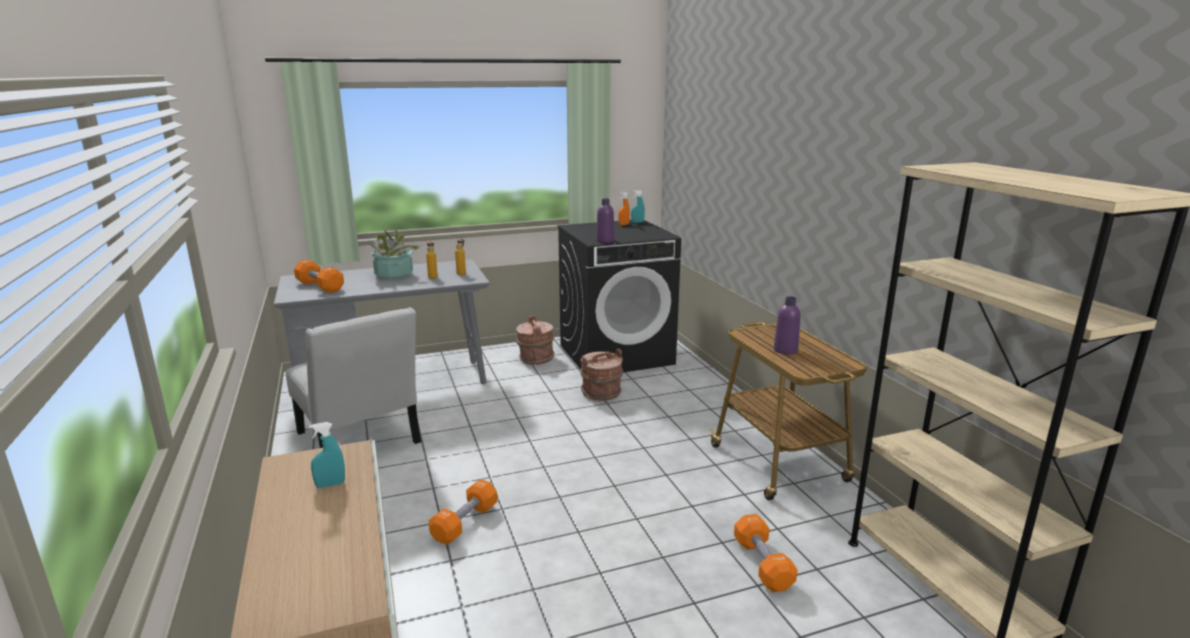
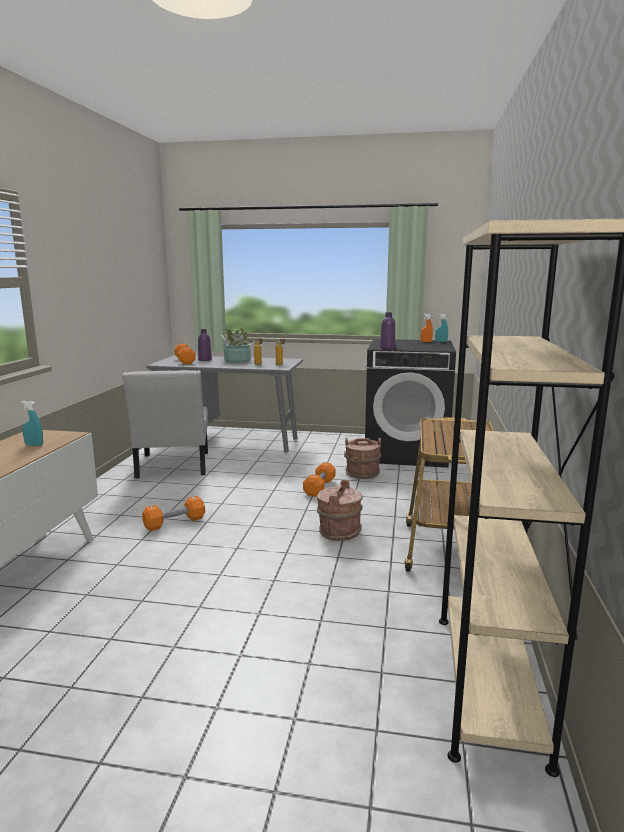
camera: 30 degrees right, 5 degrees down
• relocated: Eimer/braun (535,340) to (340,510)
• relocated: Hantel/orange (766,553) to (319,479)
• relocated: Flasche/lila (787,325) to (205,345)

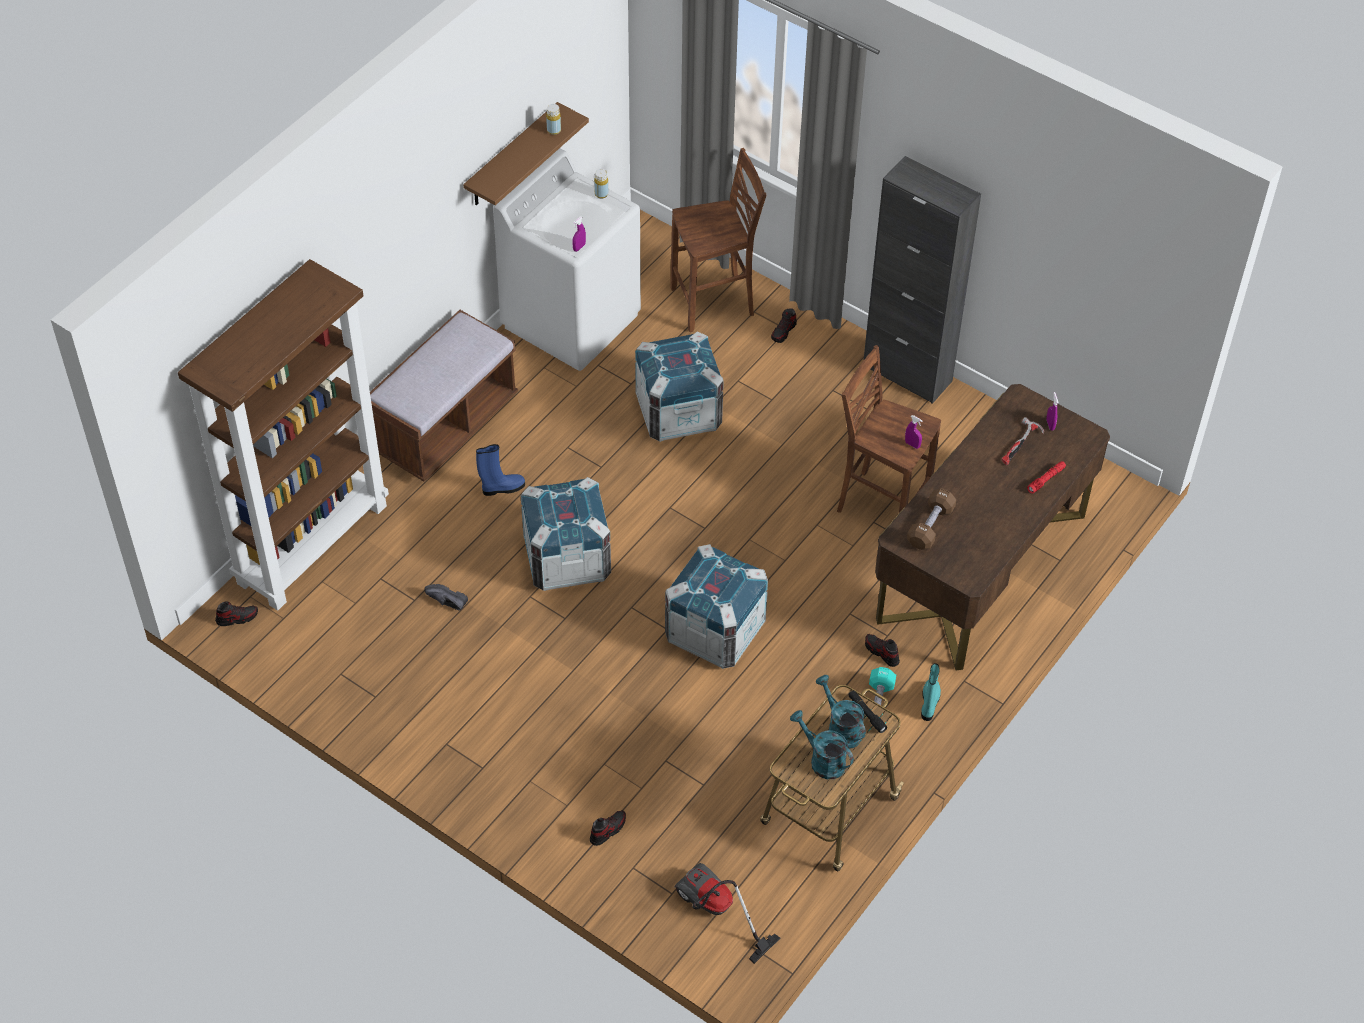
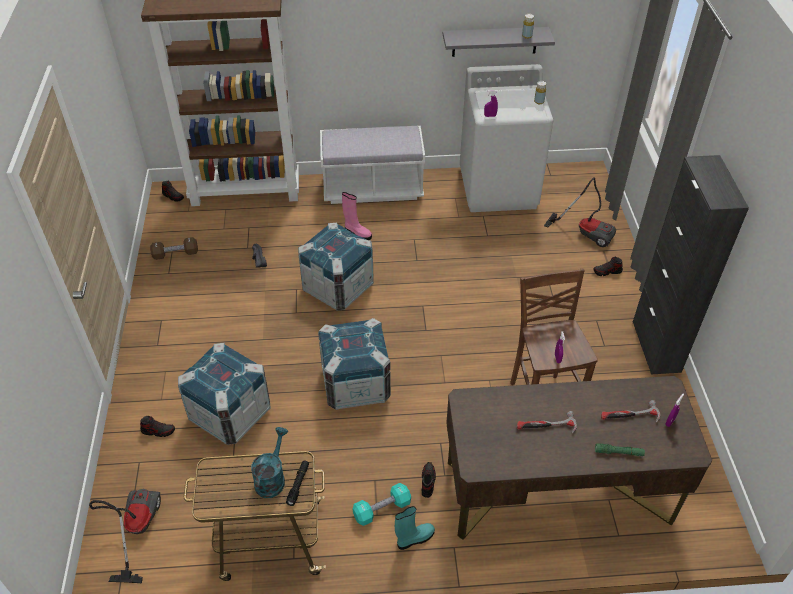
camera: 50 degrees right, 5 degrees down
• missing: Gießkanne/türkis (822,744)
• appeared: Hammer (547,422)
• relocated: Kiste (679,386) to (224,393)
• relocated: Hantel/braun (931,519) to (174,248)
• exchanged: Hocker/braun (718,240) to Staubsauger (580,212)
• colour: Bank/braun (444,396) to Bank/weiß (372,165)
• colour: Wandregal/braun (526,153) to Wandregal/grau (499,42)
• colour: Stiefel/blau (500,470) to Stiefel/rosa (357,216)
• colour: Taschenlampe/rot (1046,477) to Taschenlampe/grün (620,449)

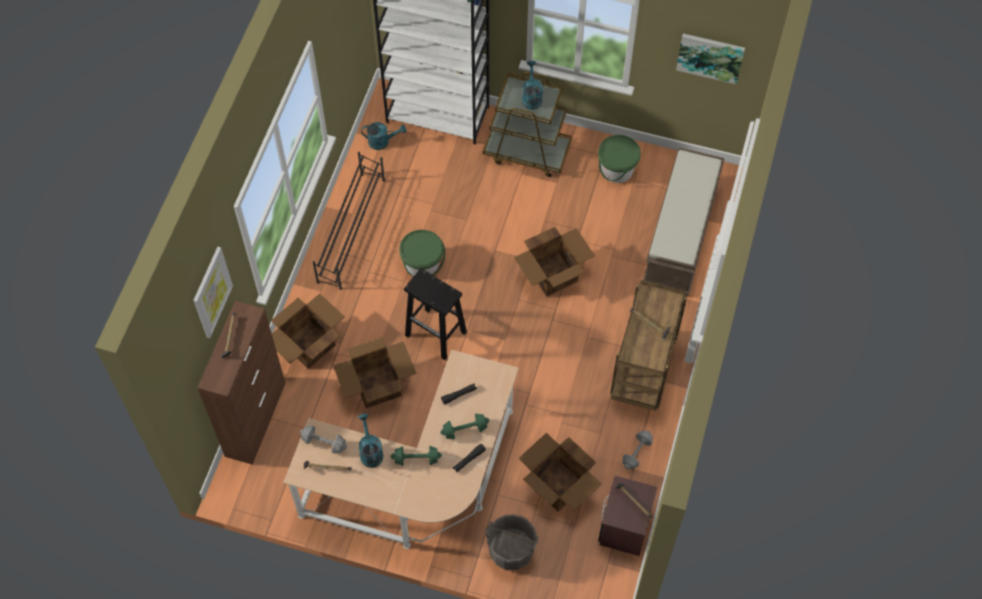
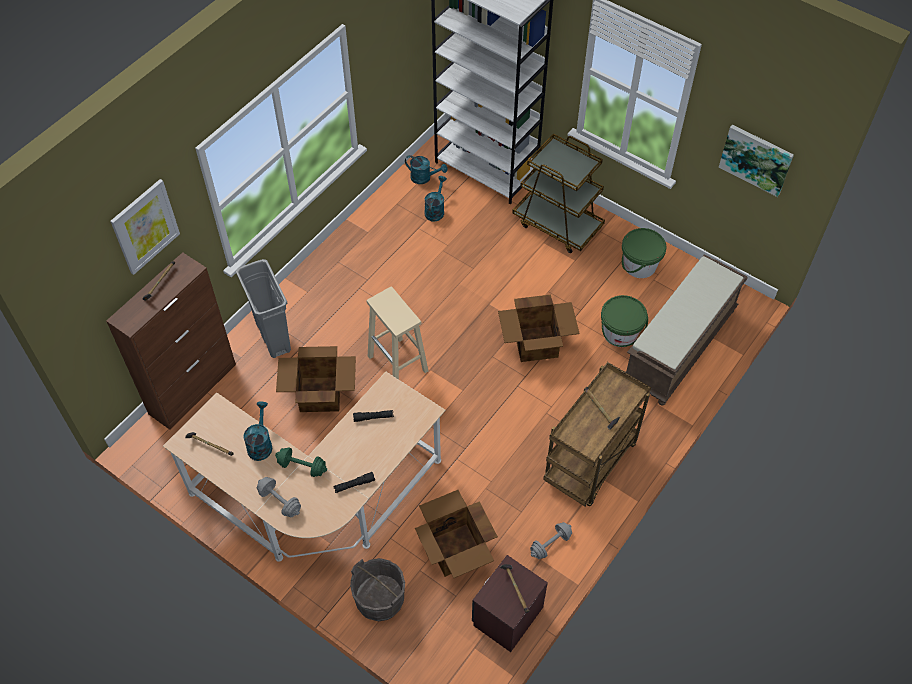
camera: 20 degrees right, 5 degrees down
• missing: Schuhregal/schwarz (349,221)
• missing: Hantel/grün (464,426)
• relocated: Hantel/grau (323,440) to (279,497)
• relocated: Eimer/grün (422,253) to (624,321)
• relocated: Gießkanne/türkis (532,85) to (436,199)
• exchanged: Karton (308,331) to Mülleimer/grau (263,308)
• colour: Hocker/schwarz (435,314) to Hocker/beige (397,333)

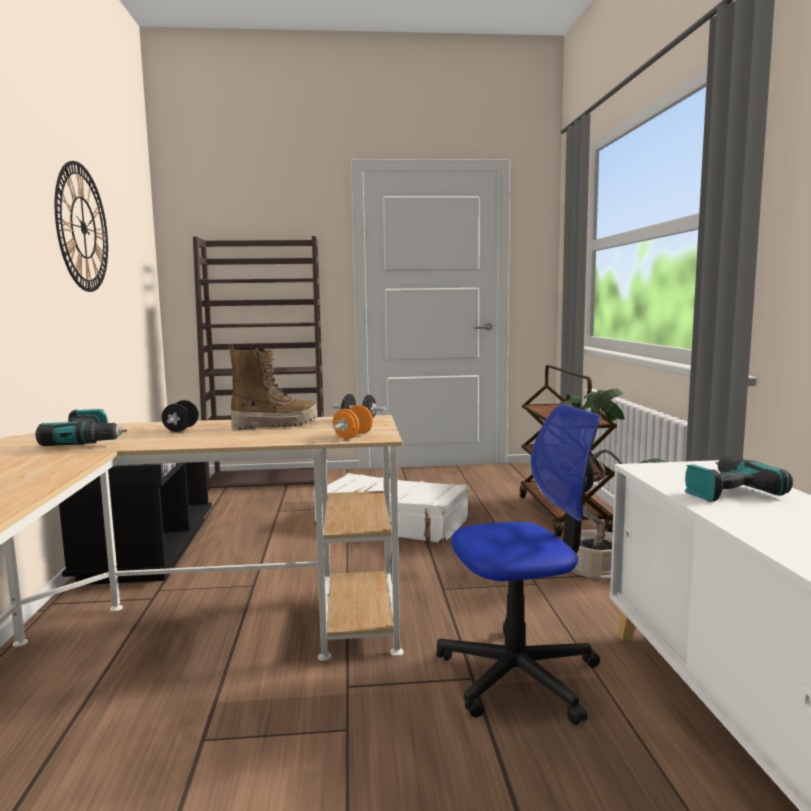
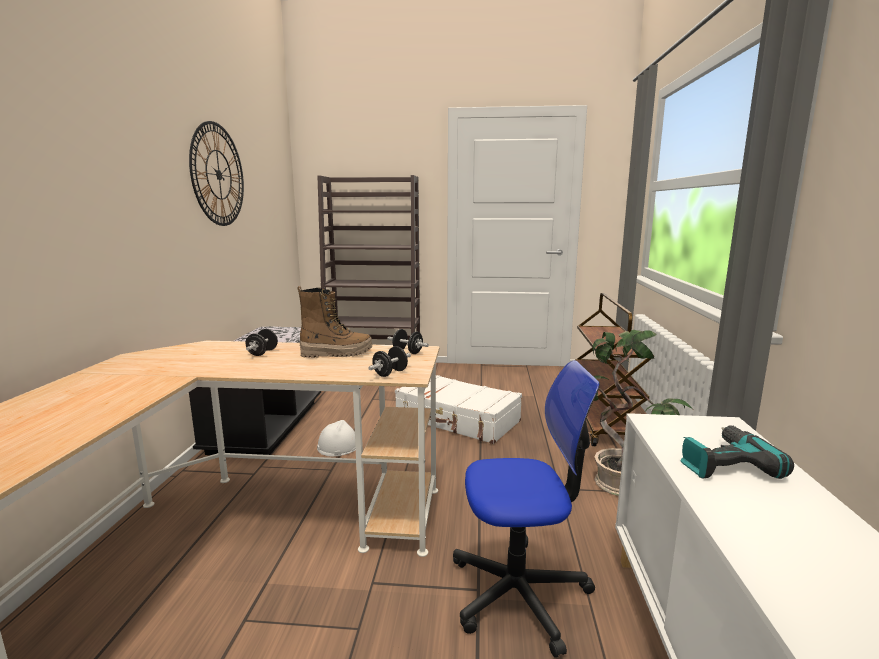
camera: 10 degrees right, 5 degrees up
• missing: Bohrmaschine (81,427)
• appeared: Schutzhelm/weiß (336,438)
• colour: Hantel/orange (353,422) to Hantel/schwarz (389,361)

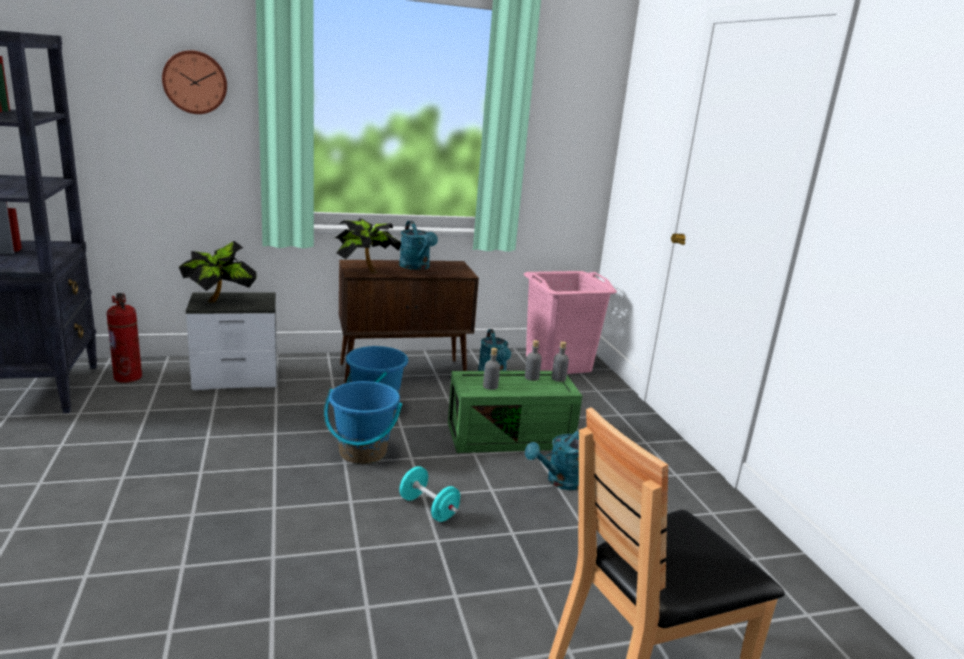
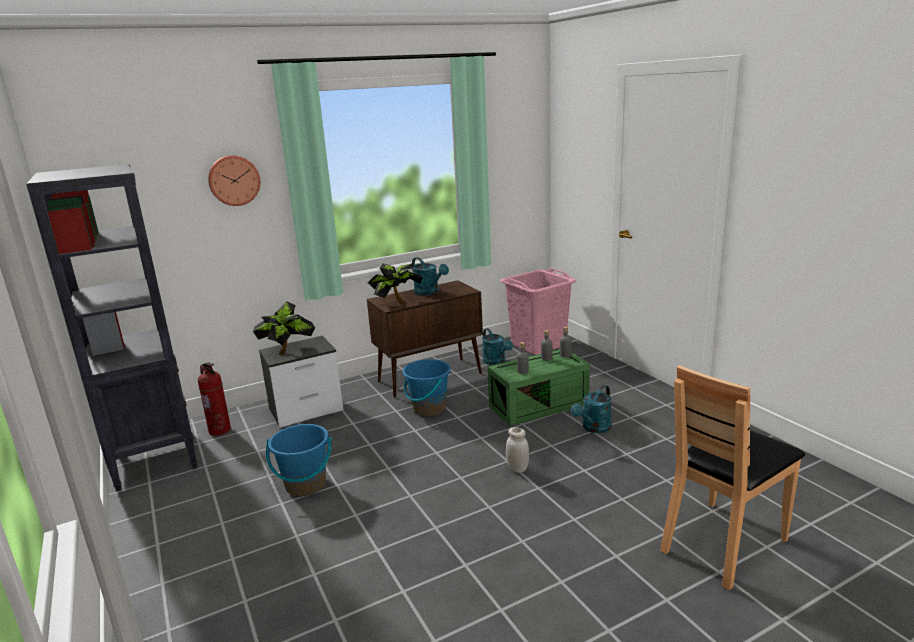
camera: 10 degrees left, 0 degrees up
• relocated: Eimer/blau (363,422) to (299,460)
• exchanged: Hantel/türkis (429,494) to Vorratsglas/weiß (517,450)

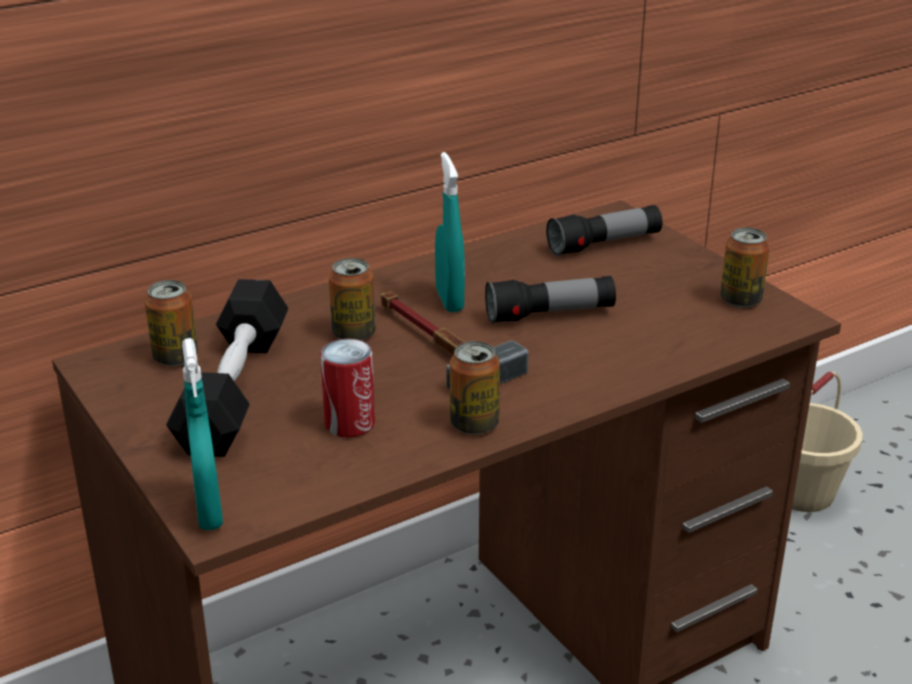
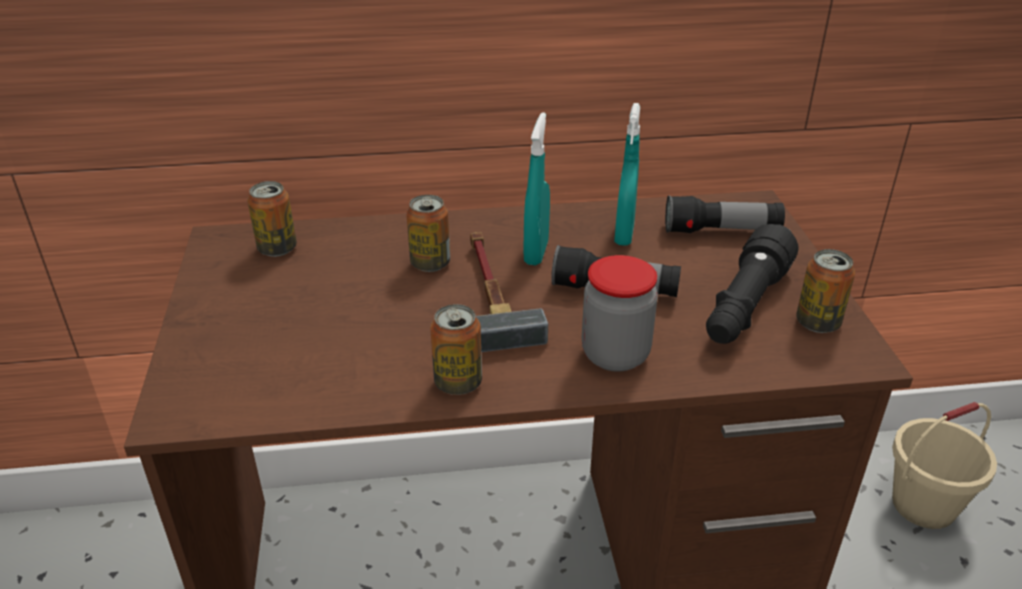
camera: 25 degrees right, 5 degrees up
• missing: Hantel/schwarz (227,368)
• missing: Dose (347,388)
• appeared: Vorratsglas (620,313)
• appeared: Taschenlampe/schwarz (752,284)
• relocated: Sprühflasche/türkis (202,434) to (627,174)

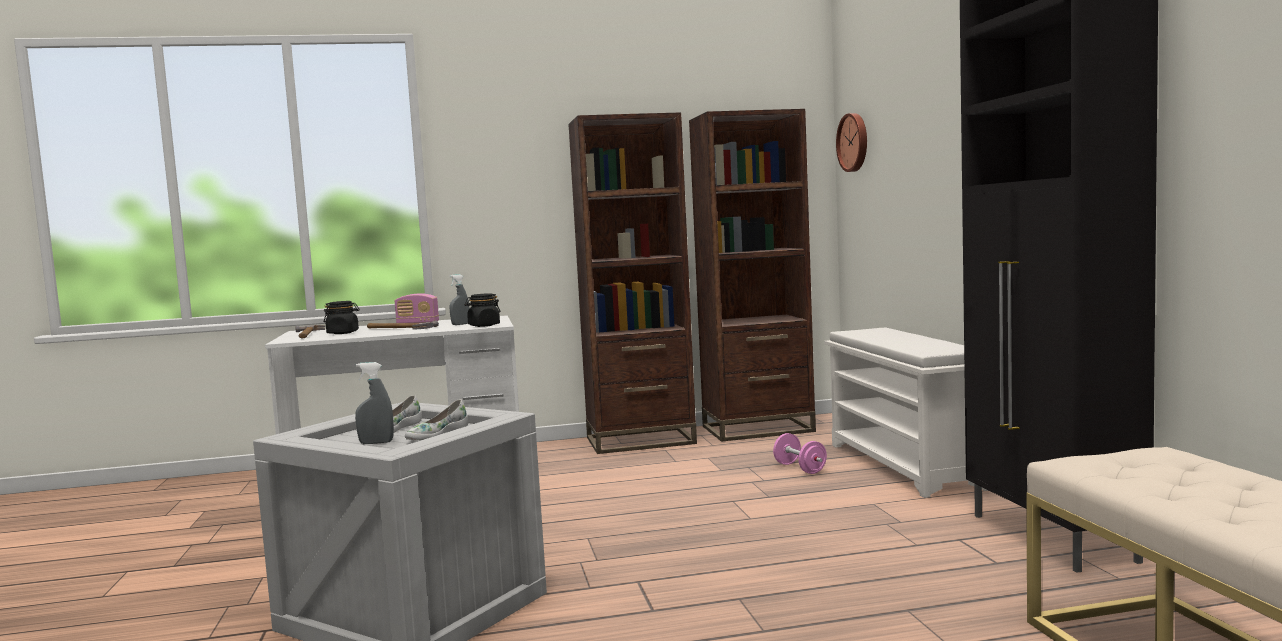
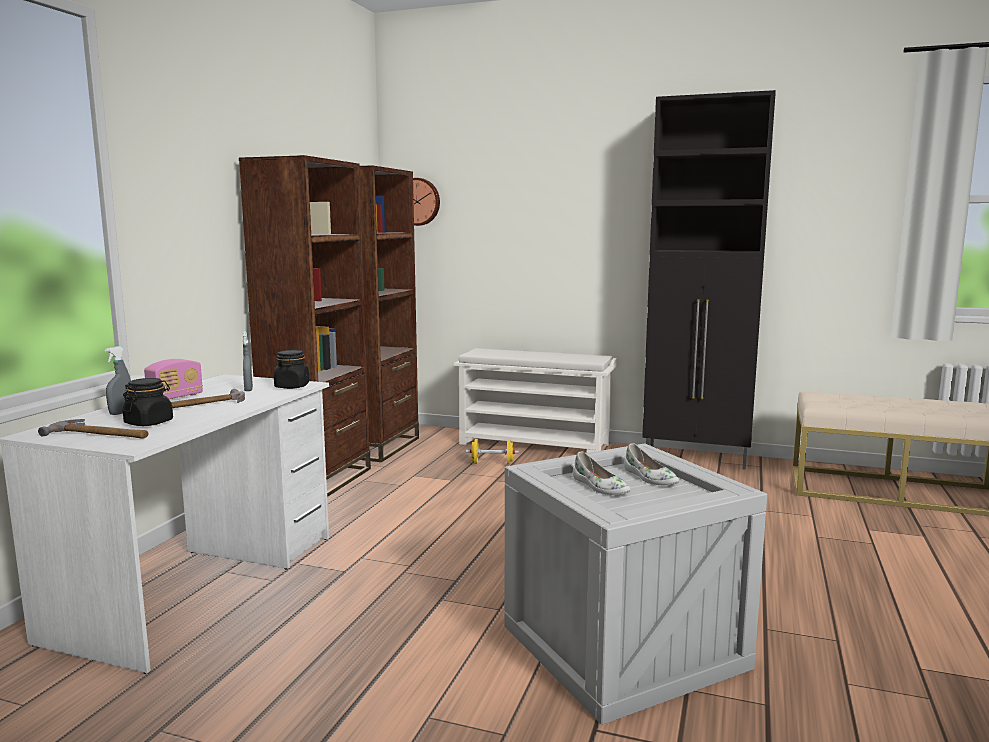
camera: 60 degrees left, 5 degrees up
• relocated: Sprühflasche/grau (374,403) to (118,380)
• colour: Hantel/rosa (800,453) to Hantel/gelb (492,451)

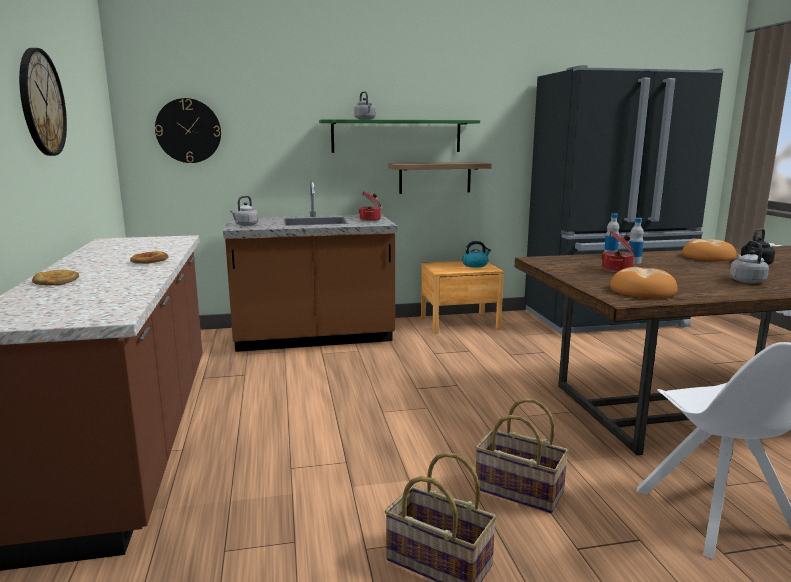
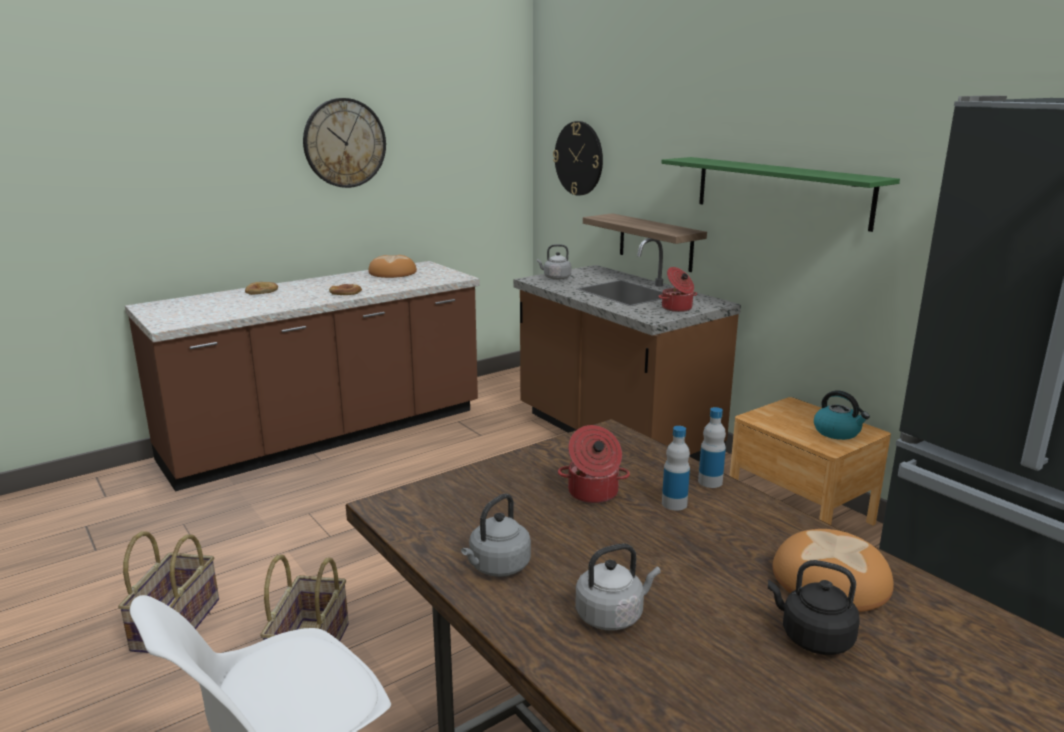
camera: 65 degrees right, 5 degrees up
• relocated: Wasserkessel/grau (365,105) to (496,535)
• relocated: Wandregal (440,178) to (645,242)
• relocated: Brot (644,282) to (392,266)

